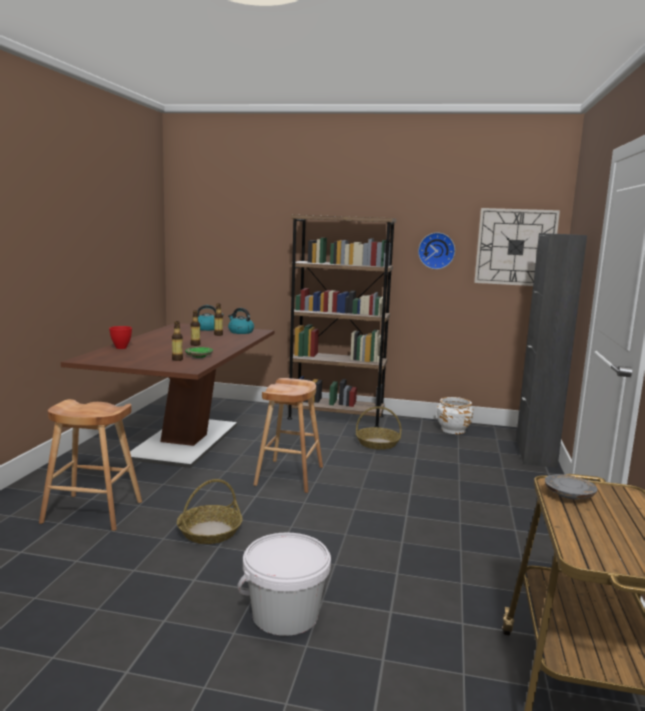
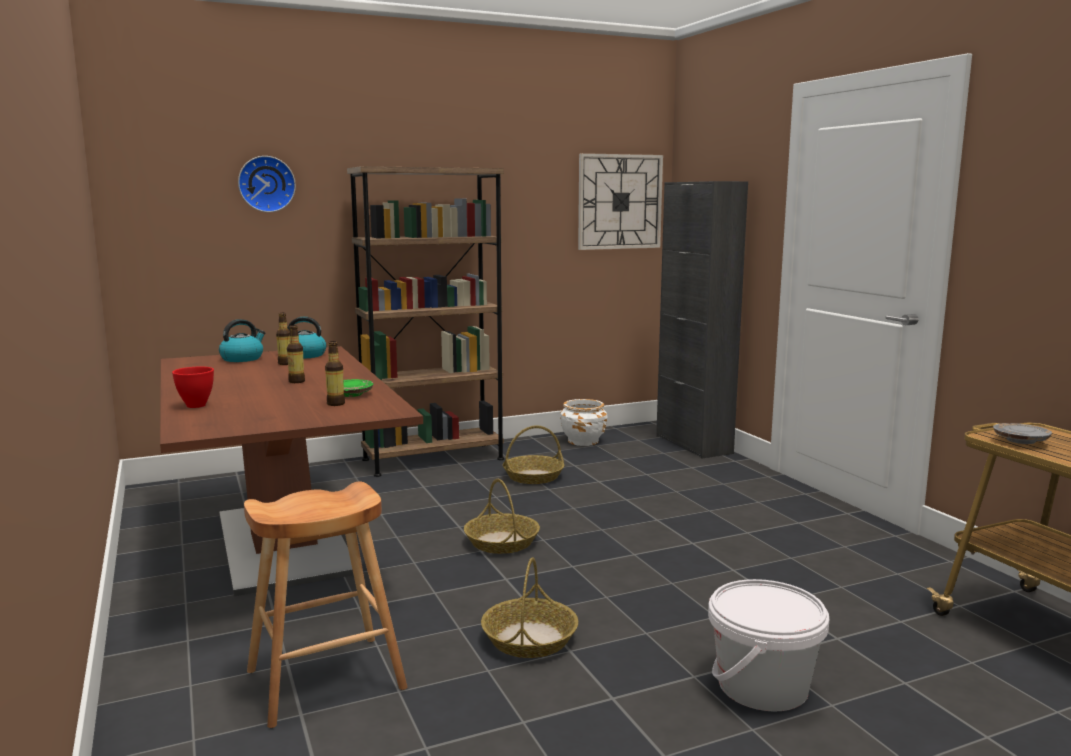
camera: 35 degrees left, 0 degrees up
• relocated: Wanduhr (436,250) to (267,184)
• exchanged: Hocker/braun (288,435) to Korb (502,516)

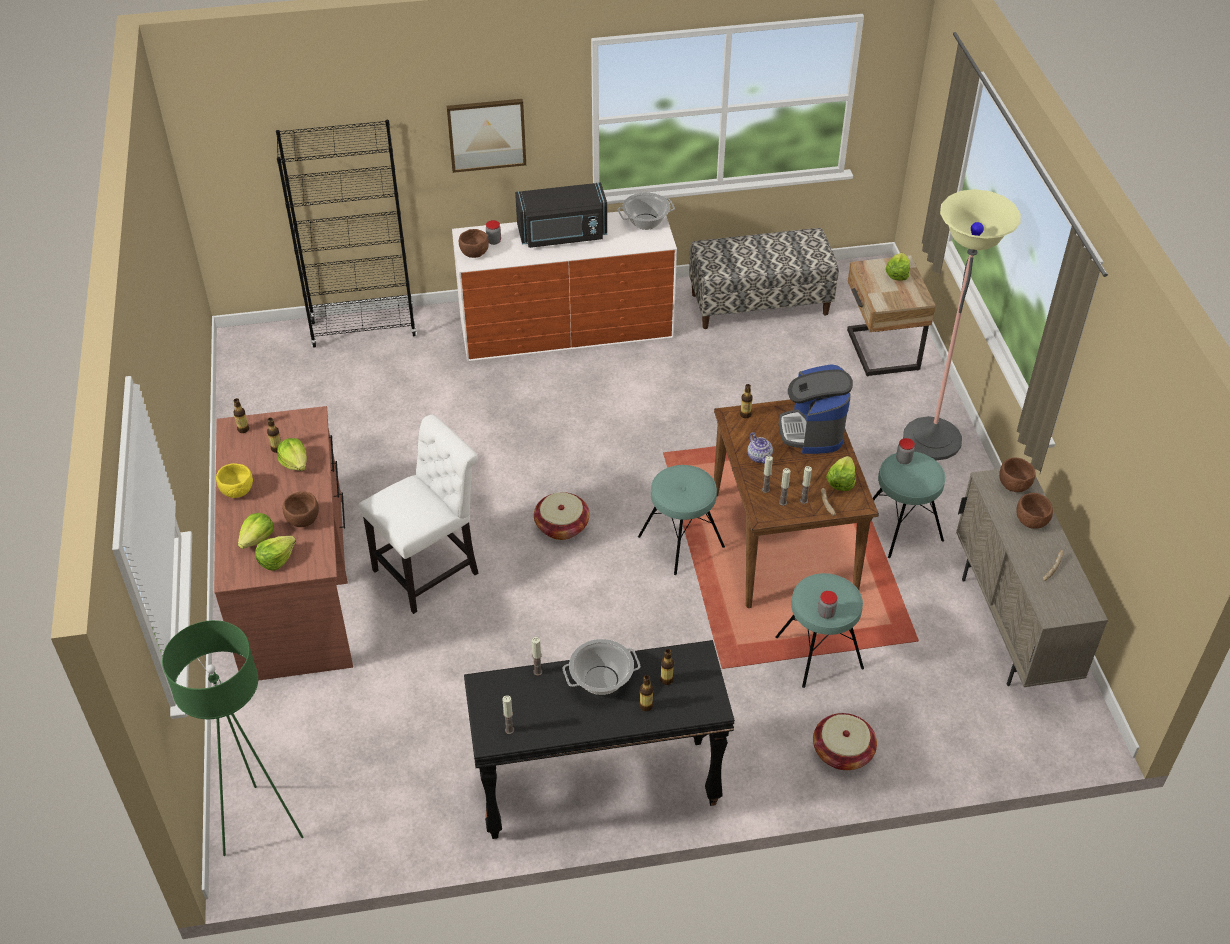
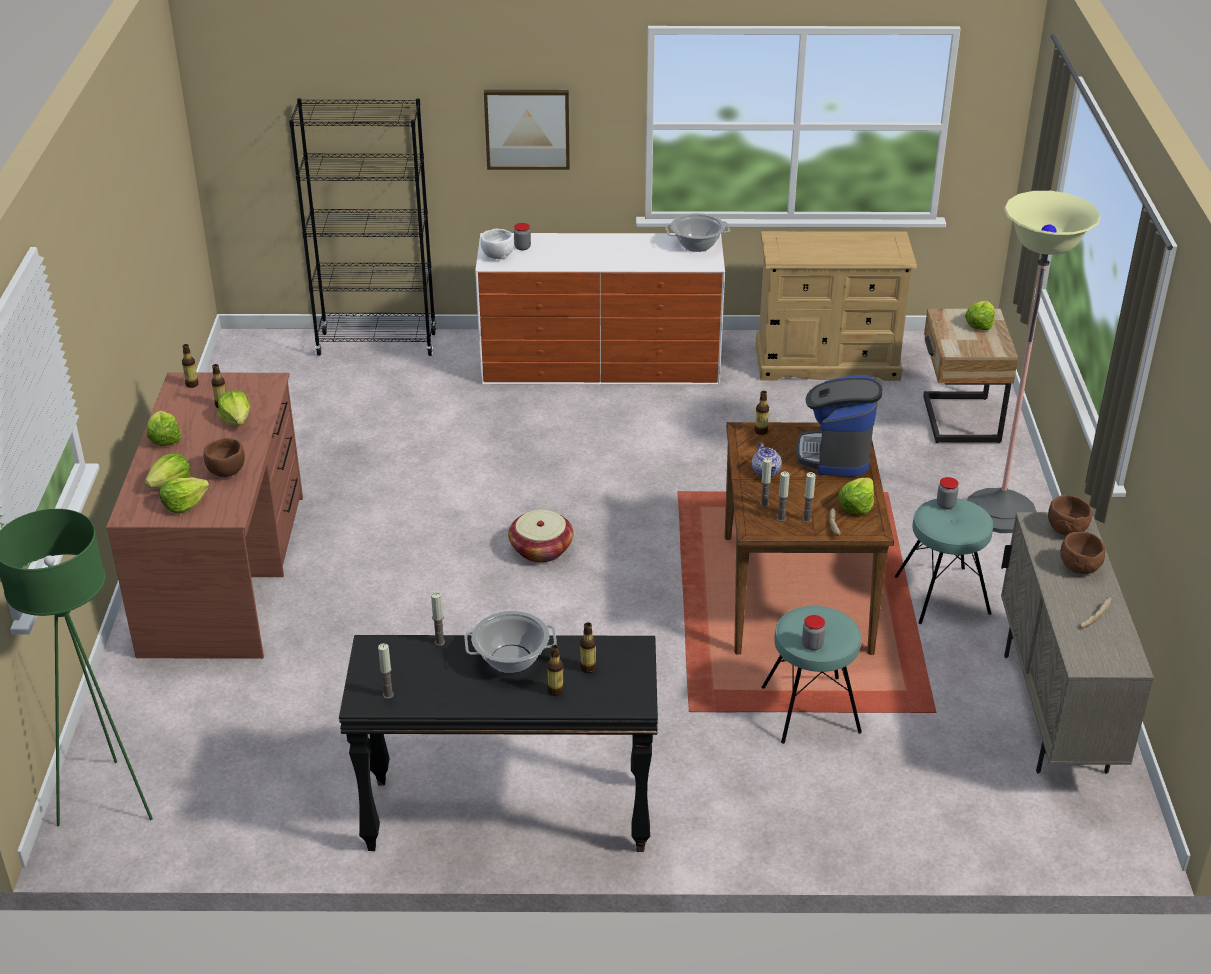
camera: 10 degrees right, 10 degrees down
• missing: Stuhl/weiß (419,514)
• missing: Mikrowelle/schwarz (561,215)
• missing: Hocker/türkis (681,520)
• missing: Korb (845,741)
• exchanged: Schüssel/gelb (234,480) to Salatkopf (164,428)
• exchanged: Bank (764,278) to Kommode/beige (836,306)
• colour: Schüssel/braun (474,243) to Schüssel/weiß (497,244)

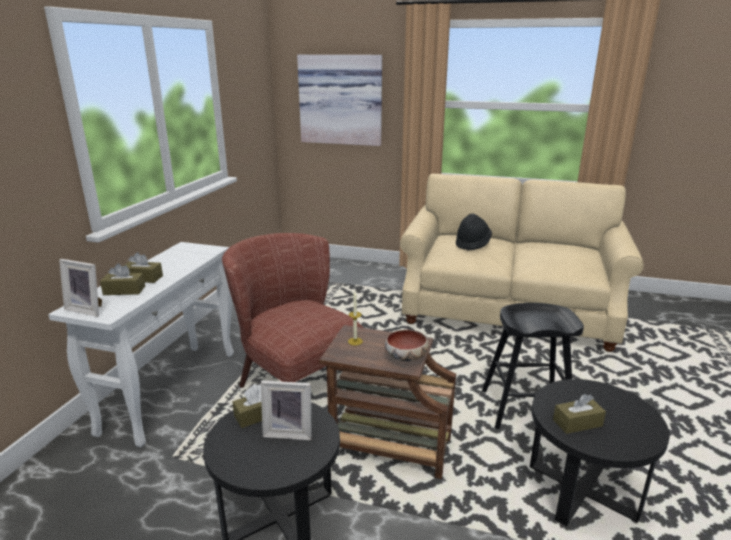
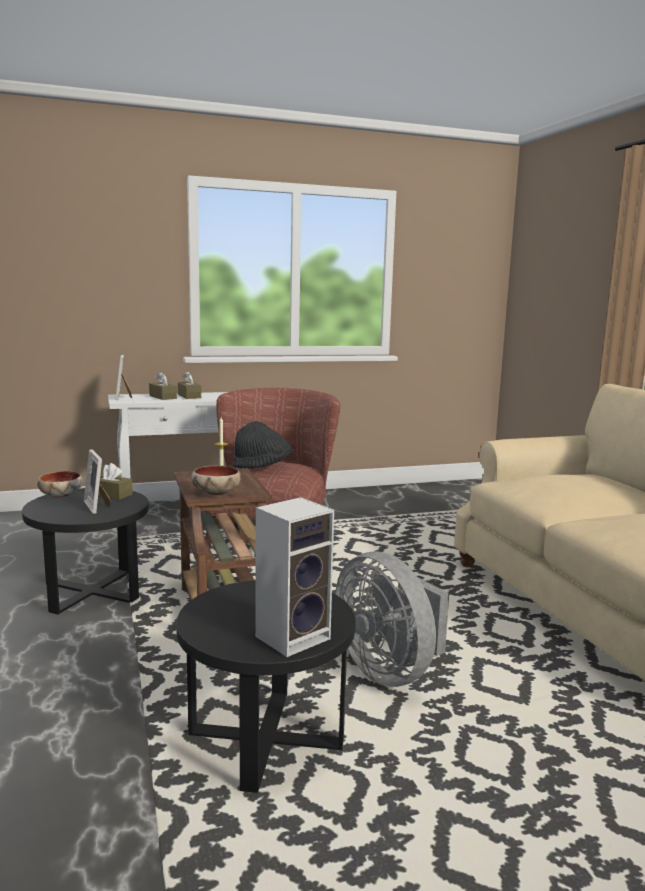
camera: 55 degrees right, 10 degrees down
• missing: Bild (339,100)
• missing: Taschentuchbox/braun (579,414)
• appeared: Schüssel (60,484)
• appeared: Lautsprecher (294,577)
• relocated: Hut/schwarz (474,232) to (262,445)
• exchanged: Hocker/schwarz (533,366) to Ventilator/grau (392,619)

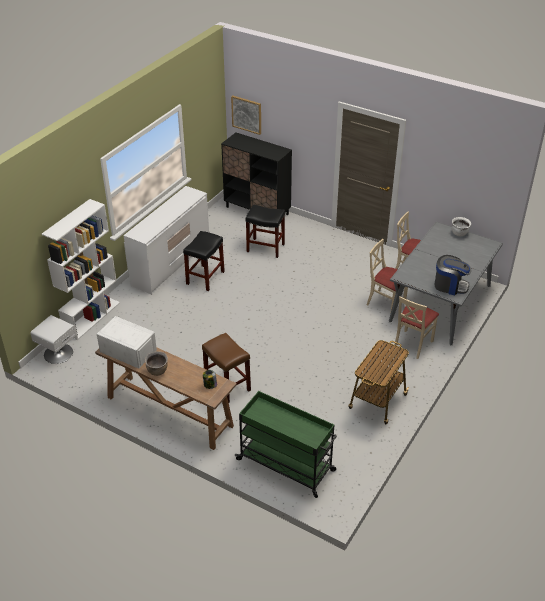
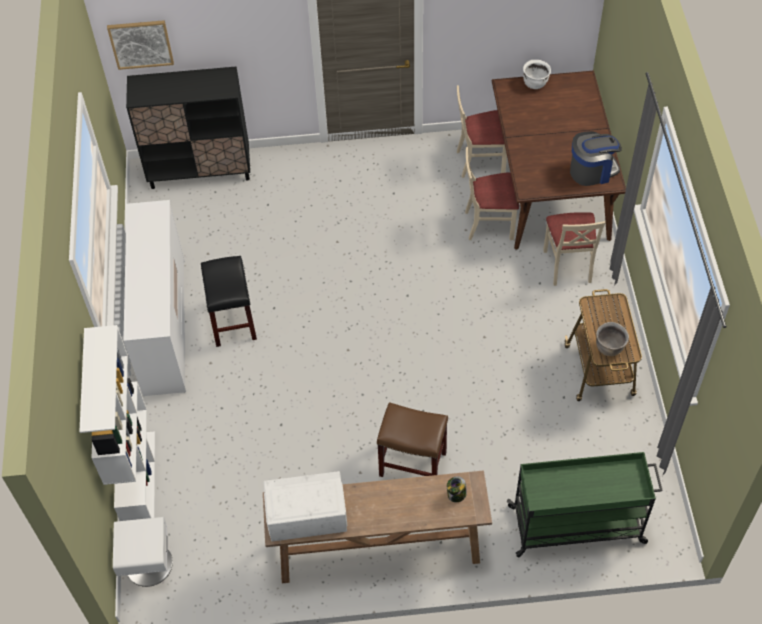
camera: 35 degrees left, 15 degrees up
• missing: Hocker/schwarz (265,231)
• relocated: Kochtopf/braun (156,363) to (612,339)
• colour: Esstisch/grau (446,283) to Esstisch/braun (559,160)

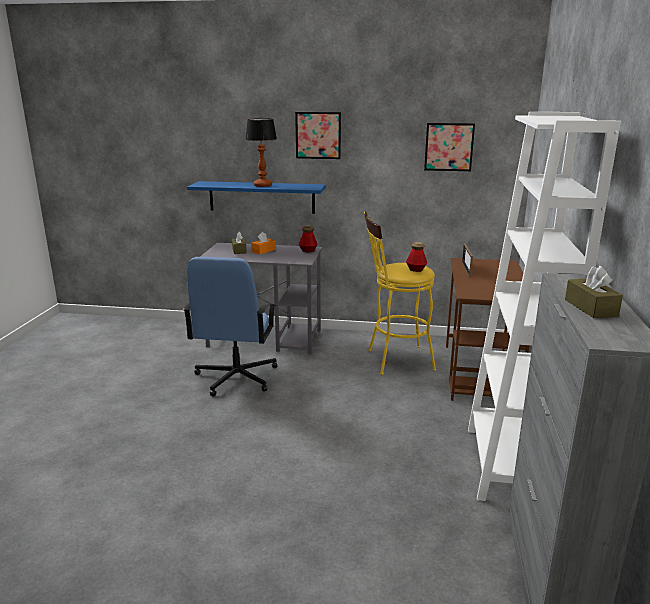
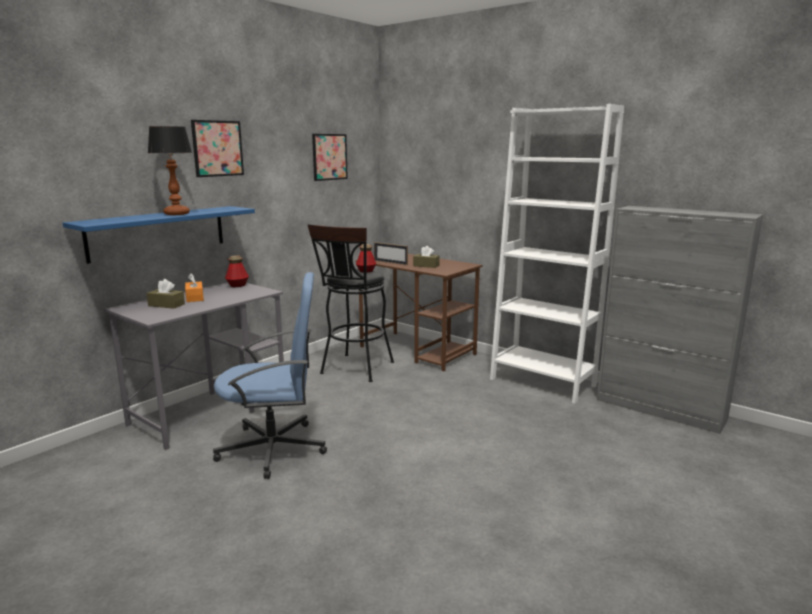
camera: 60 degrees left, 5 degrees down
• relocated: Taschentuchbox/braun (594,292) to (426,257)
• colour: Hocker/gelb (400,293) to Hocker/schwarz (350,303)
• spun: Bürostuhl/blau (230,327) = (270,375) 45 degrees counterclockwise

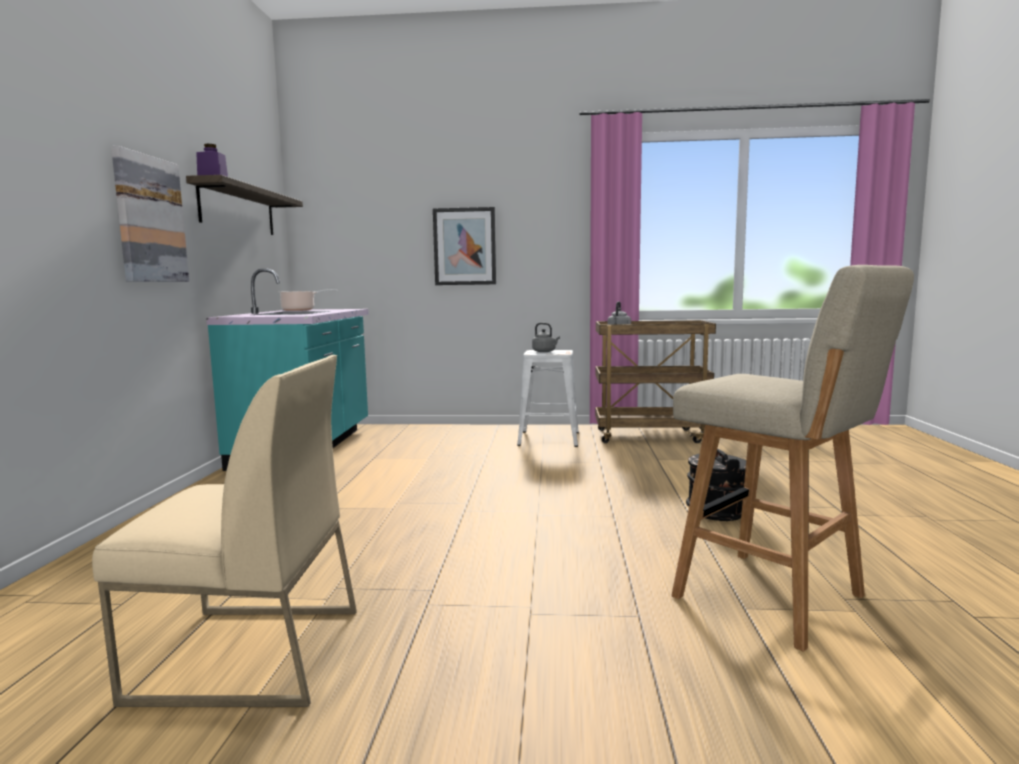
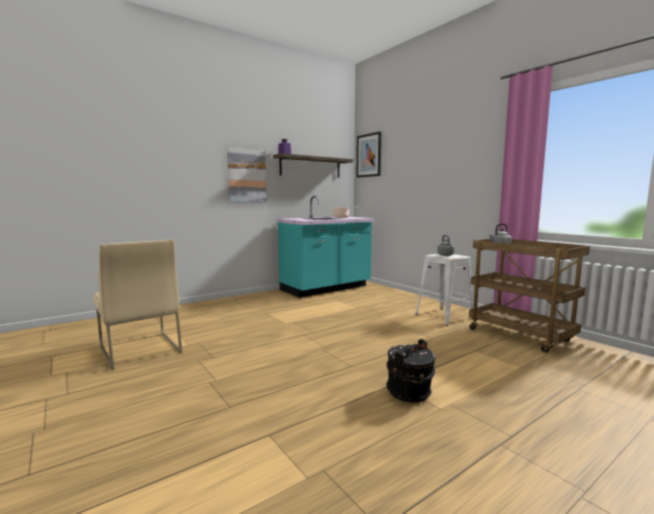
camera: 50 degrees right, 0 degrees up
• missing: Hocker/beige (792,458)
• relocated: Bild (464,246) to (368,155)

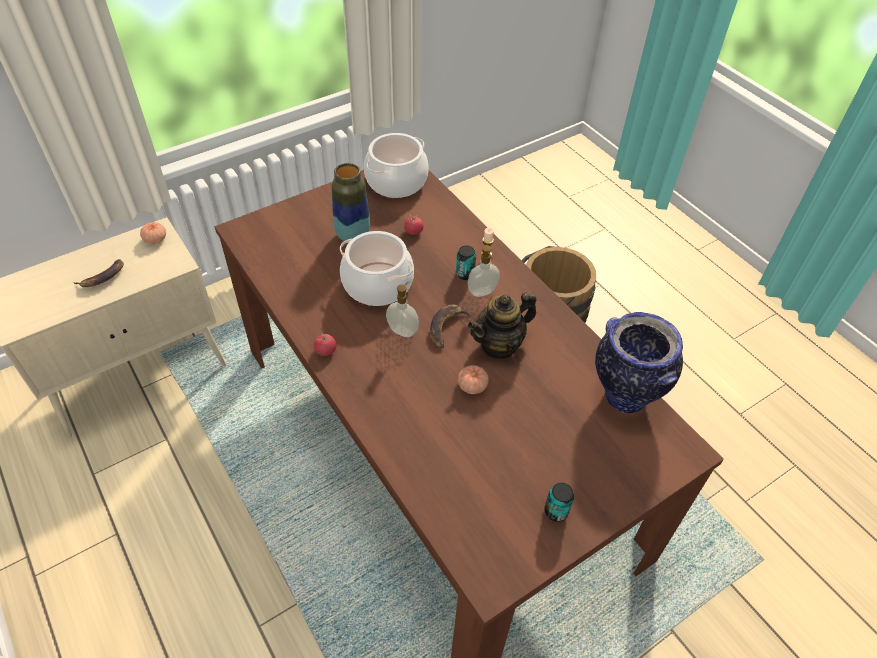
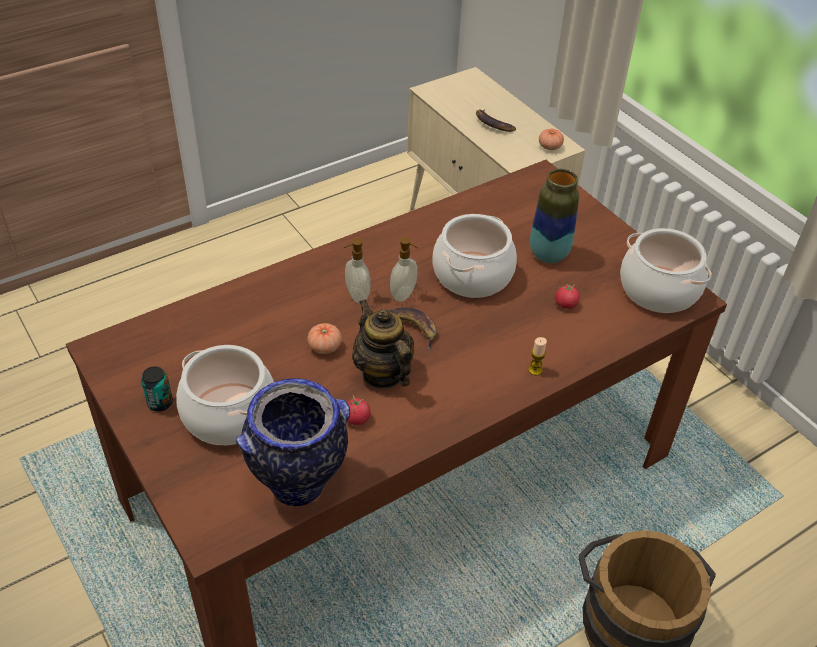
camera: 90 degrees right, 5 degrees down
• missing: Dose (466,263)
• appeared: Kochtopf (225,395)
• relocated: Tomate (325,344) to (359,410)
• relocated: Seifenspender (484,271) to (357,270)

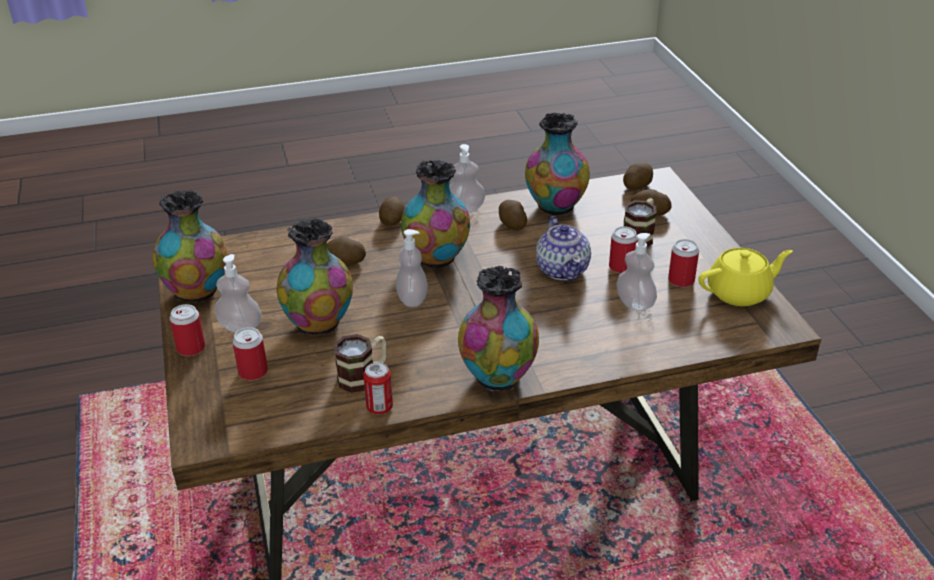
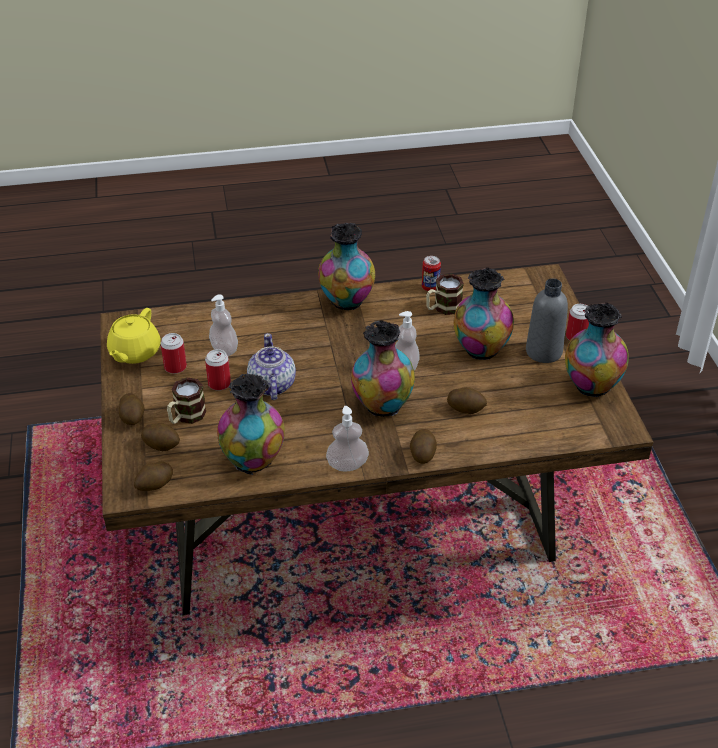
camera: 175 degrees left, 5 degrees up
• missing: Dose (250,354)
• relocated: Kartoffel (513,215) to (131,409)
• exchanged: Seifenspender (238,293) to Flasche/grau (547,321)
• spun: Teekanne/gelb (745,277) = (134,336) 60 degrees counterclockwise

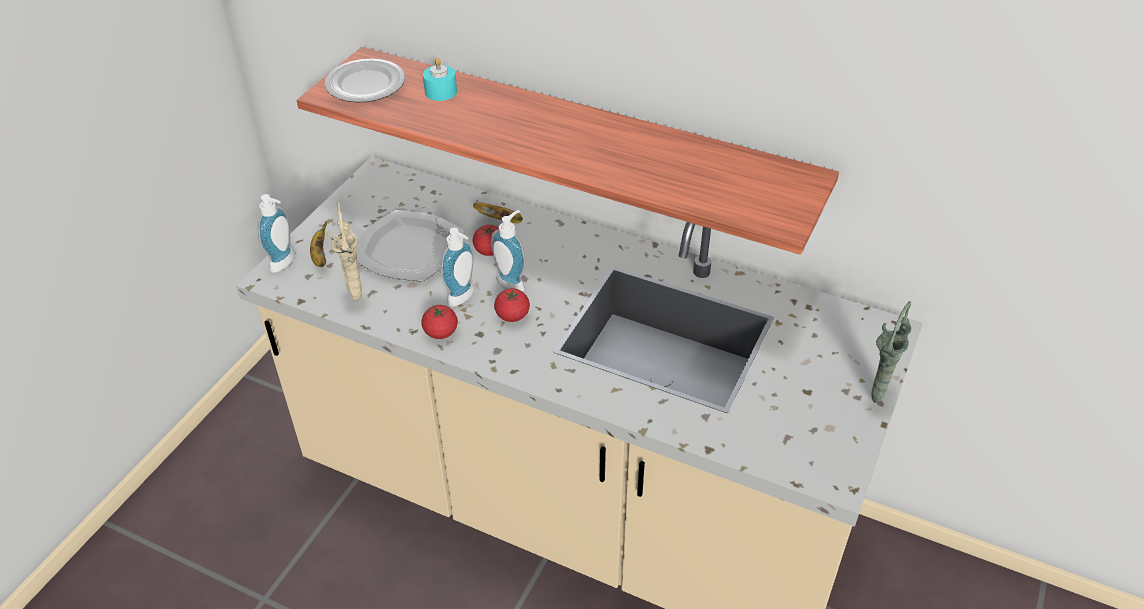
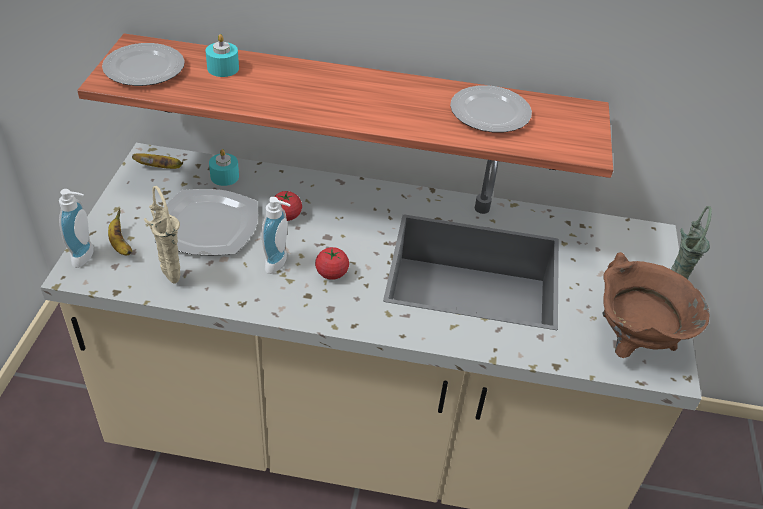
camera: 20 degrees left, 0 degrees up
• missing: Tomate (439,322)
• missing: Seifenspender (508,251)
• appeared: Kerze/türkis (224,167)
• appeared: Teller (491,109)
• appeared: Kochtopf/braun (656,305)
• relocated: Banane (498,212) to (157,161)

